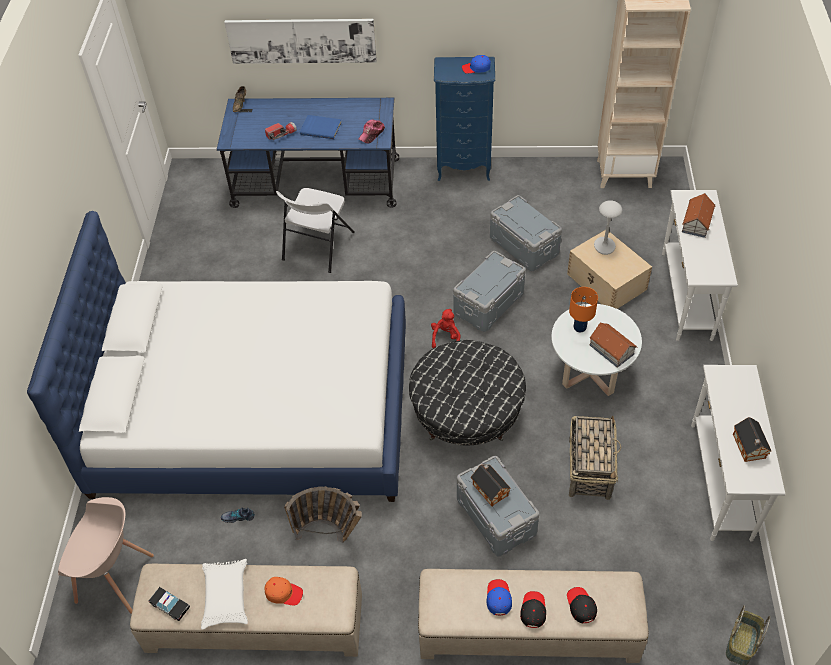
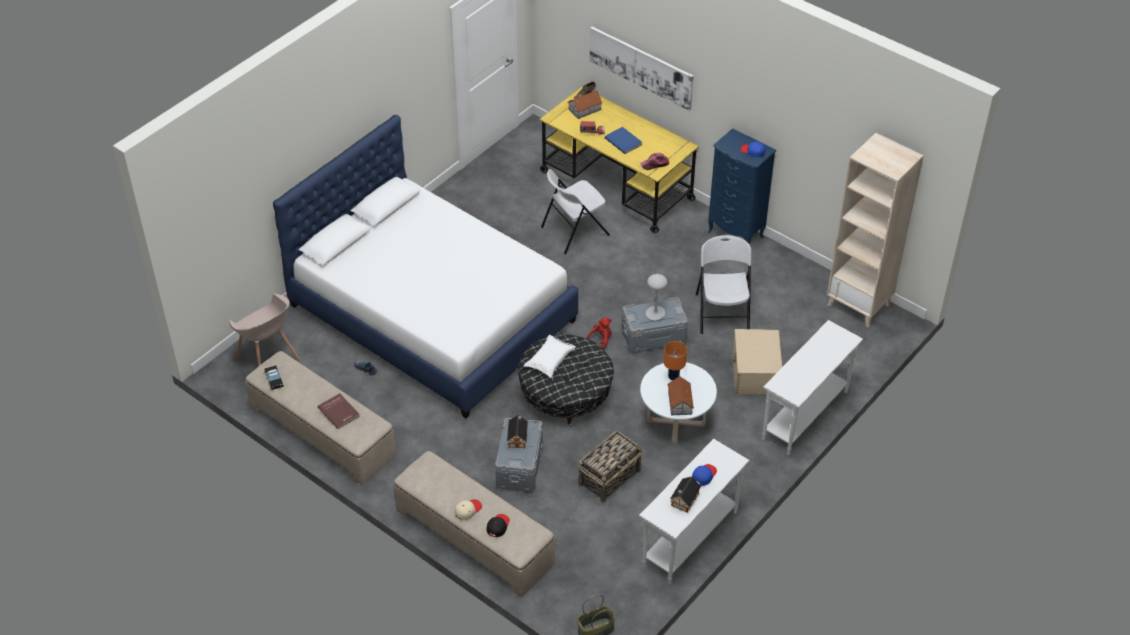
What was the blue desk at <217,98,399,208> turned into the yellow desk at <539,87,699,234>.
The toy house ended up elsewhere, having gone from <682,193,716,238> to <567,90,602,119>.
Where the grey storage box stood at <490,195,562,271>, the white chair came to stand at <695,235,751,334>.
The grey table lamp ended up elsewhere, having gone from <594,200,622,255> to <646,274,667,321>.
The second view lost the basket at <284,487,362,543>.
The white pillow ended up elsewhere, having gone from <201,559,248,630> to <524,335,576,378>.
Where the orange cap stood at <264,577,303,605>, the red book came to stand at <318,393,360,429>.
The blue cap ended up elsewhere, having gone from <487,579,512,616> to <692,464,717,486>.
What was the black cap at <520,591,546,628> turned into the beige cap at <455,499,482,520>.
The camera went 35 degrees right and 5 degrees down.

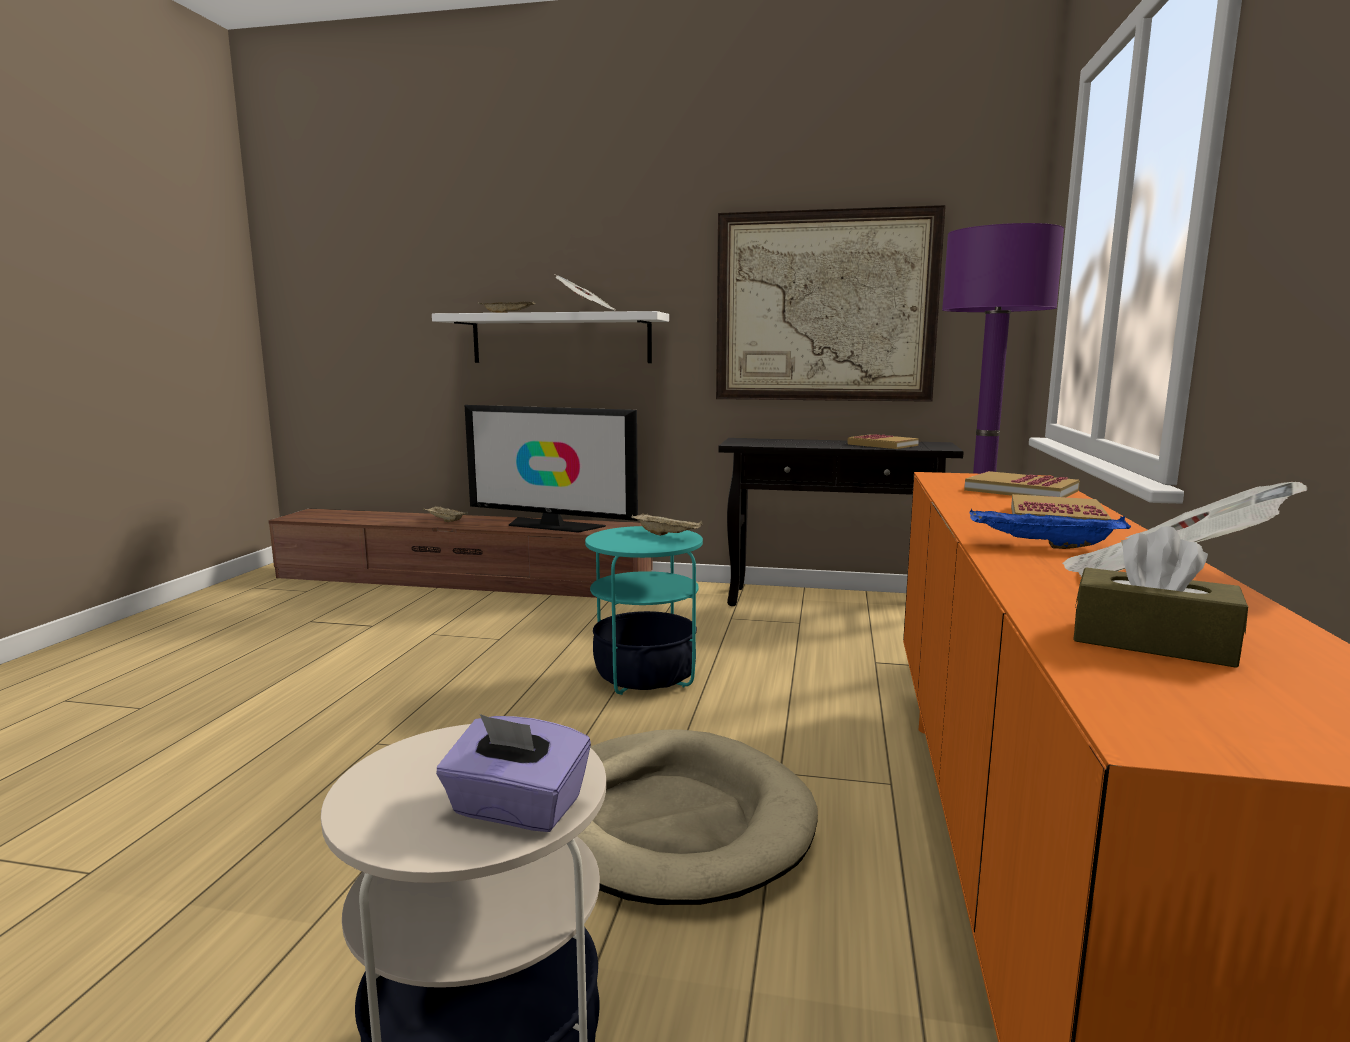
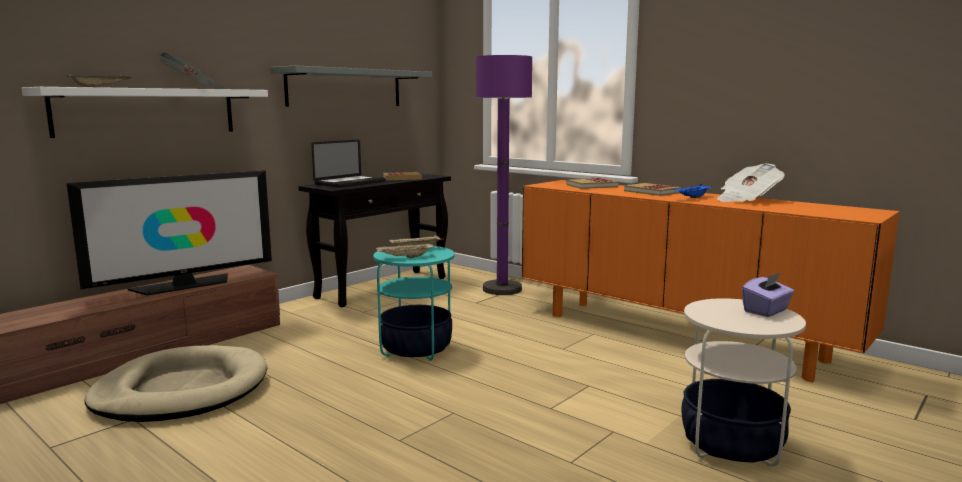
Where the picture hung at <716,205,946,402>, the grey shelf came to hang at <270,65,432,107>.
The beige tray ended up elsewhere, having gone from <423,506,468,522> to <376,242,434,258>.
The second view lost the brown tissue box at <1073,526,1248,668>.
The beige dog bed ended up elsewhere, having gone from <577,729,818,905> to <84,345,267,422>.
The second view gained the laptop at <311,140,386,187>.
The camera went 60 degrees left and 0 degrees up.

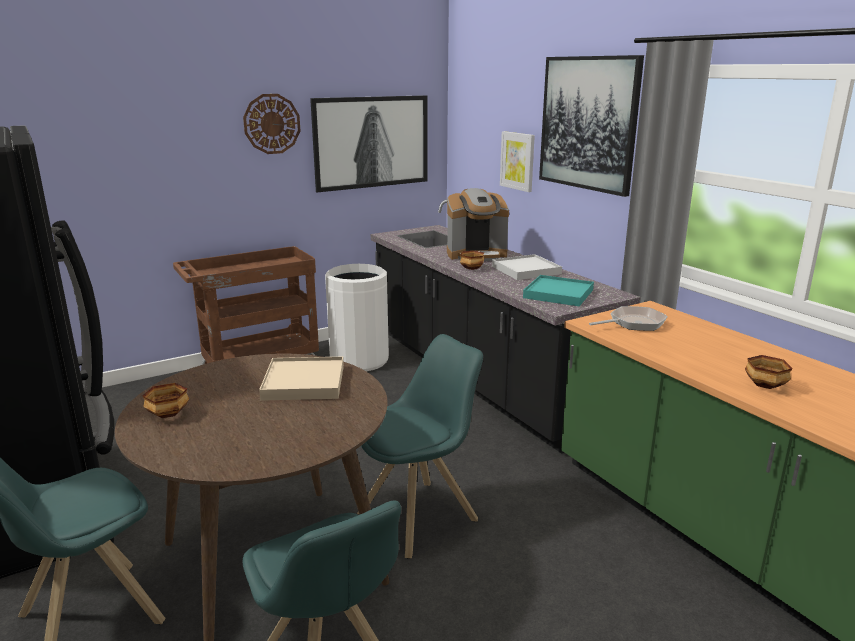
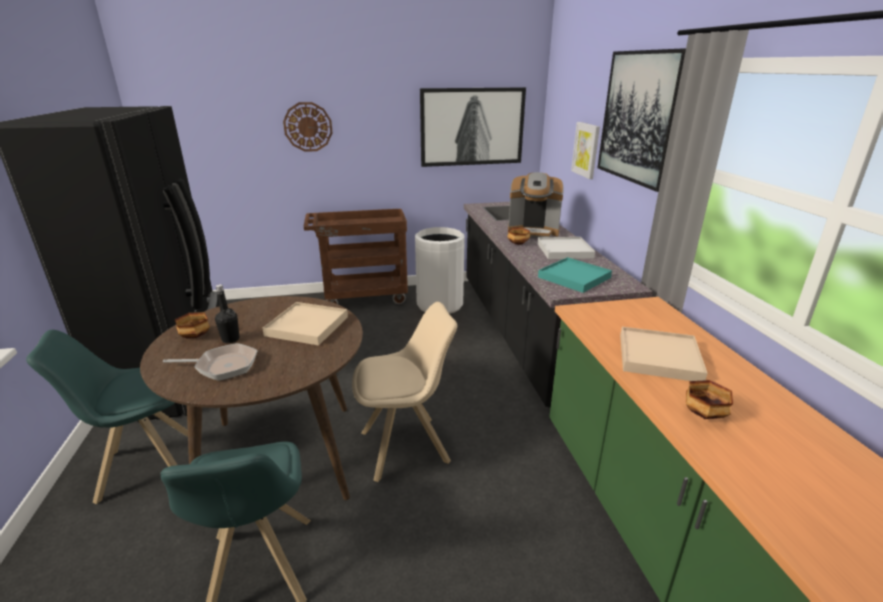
The wall clock ended up elsewhere, having gone from <243,94,300,154> to <283,102,332,152>.
The frying pan ended up elsewhere, having gone from <589,306,668,331> to <163,343,258,381>.
What was the turquoise chair at <357,334,483,559> turned into the beige chair at <352,302,457,482>.
The second view gained the black bottle at <215,284,239,343>.
The second view gained the beige tray at <620,327,707,381>.
The camera went 20 degrees right and 5 degrees up.

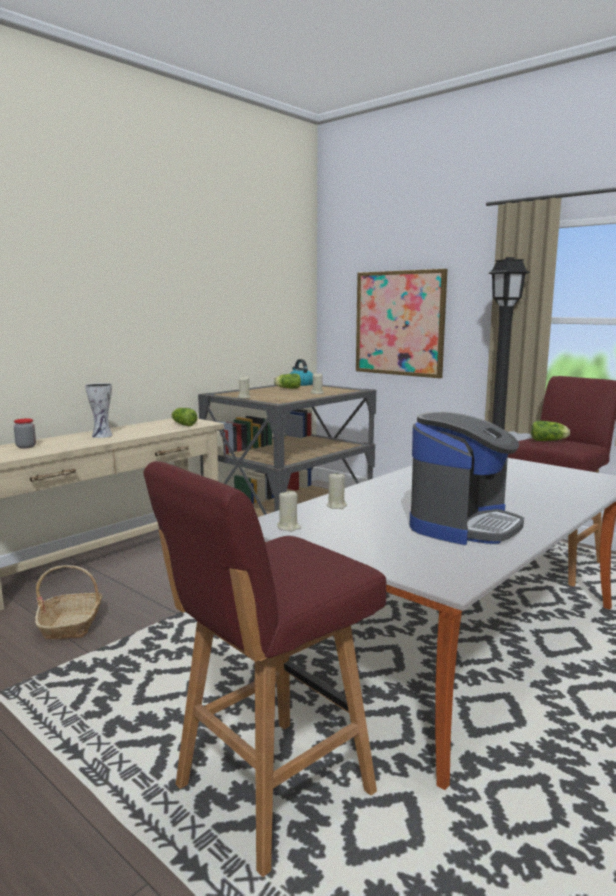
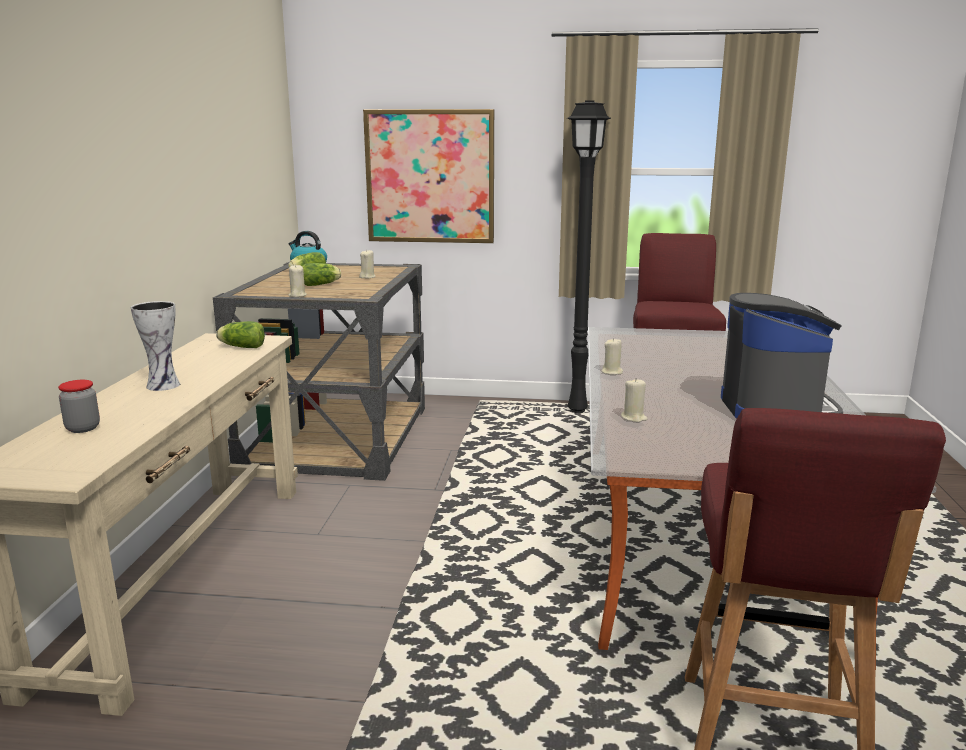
The lettuce ended up elsewhere, having gone from <531,421,570,441> to <302,263,341,286>.
The beige candle ended up elsewhere, having gone from <277,490,301,531> to <601,338,623,375>.
The second view lost the basket at <35,565,103,640>.
The camera went 35 degrees left and 5 degrees up.

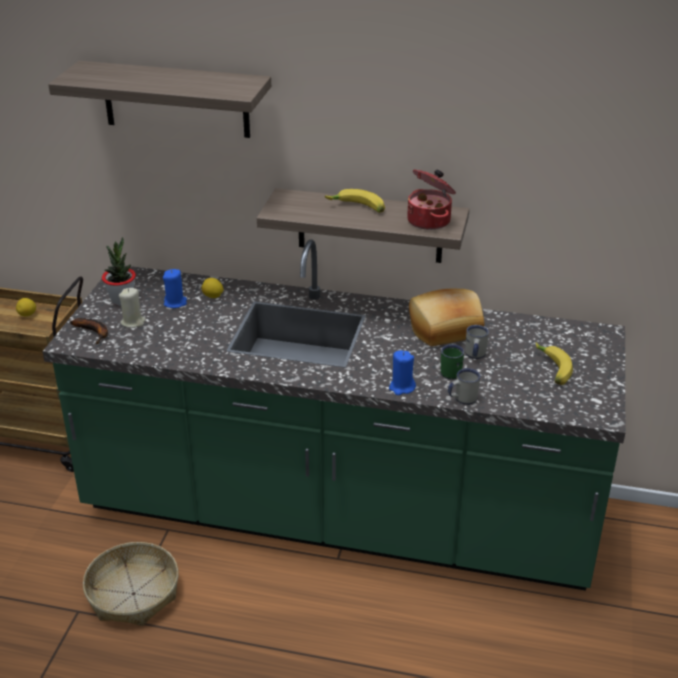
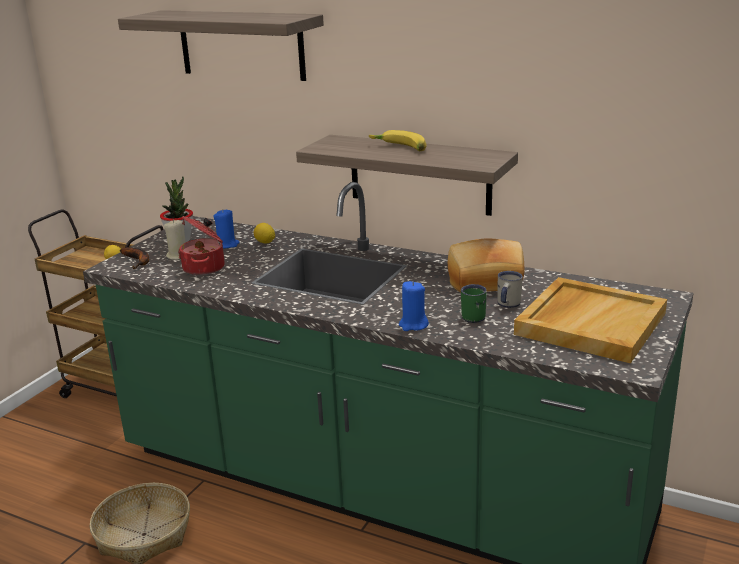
The cooking pot ended up elsewhere, having gone from <407,169,456,230> to <178,216,225,275>.
Where the banana stood at <536,342,573,385>, the beige tray came to stand at <514,277,667,363>.
The second view lost the white mug at <448,368,480,405>.
The camera went 15 degrees right and 10 degrees down.

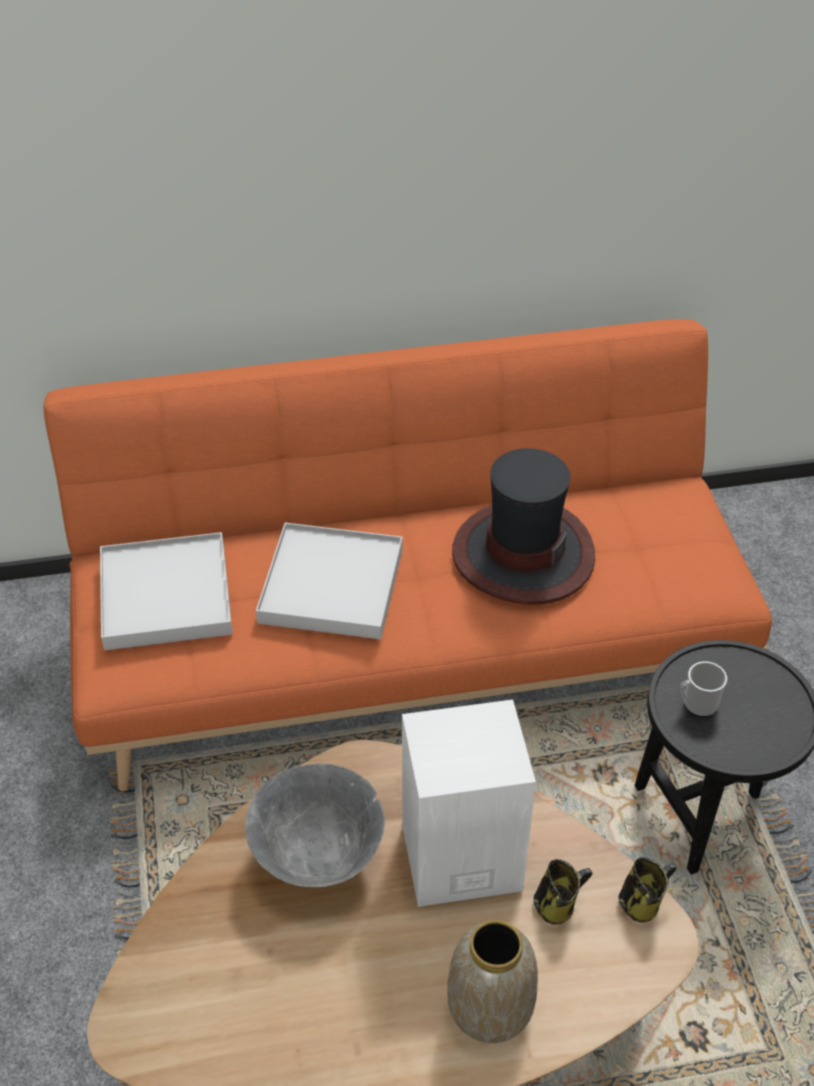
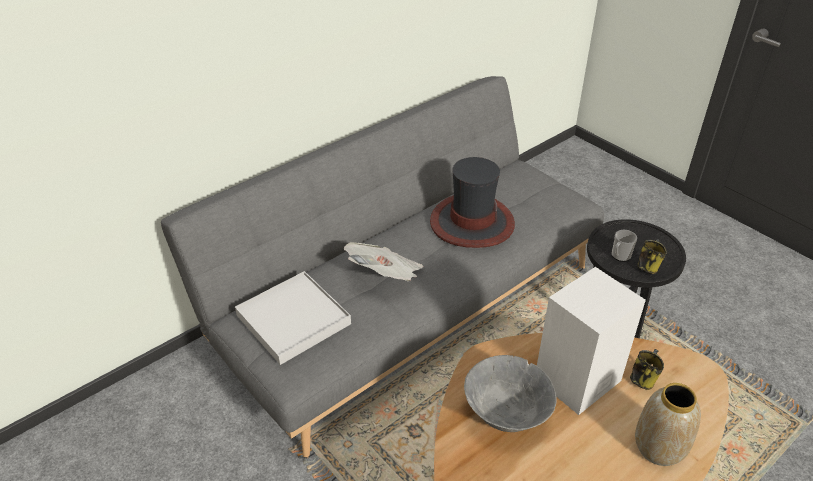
What was the orange sofa at <44,319,772,793> turned into the grey sofa at <161,76,604,458>.
Where the white tray stood at <256,523,403,639>, the newspaper came to stand at <344,242,423,281>.
The mug ended up elsewhere, having gone from <619,857,677,923> to <637,239,667,274>.
The camera went 30 degrees left and 5 degrees down.

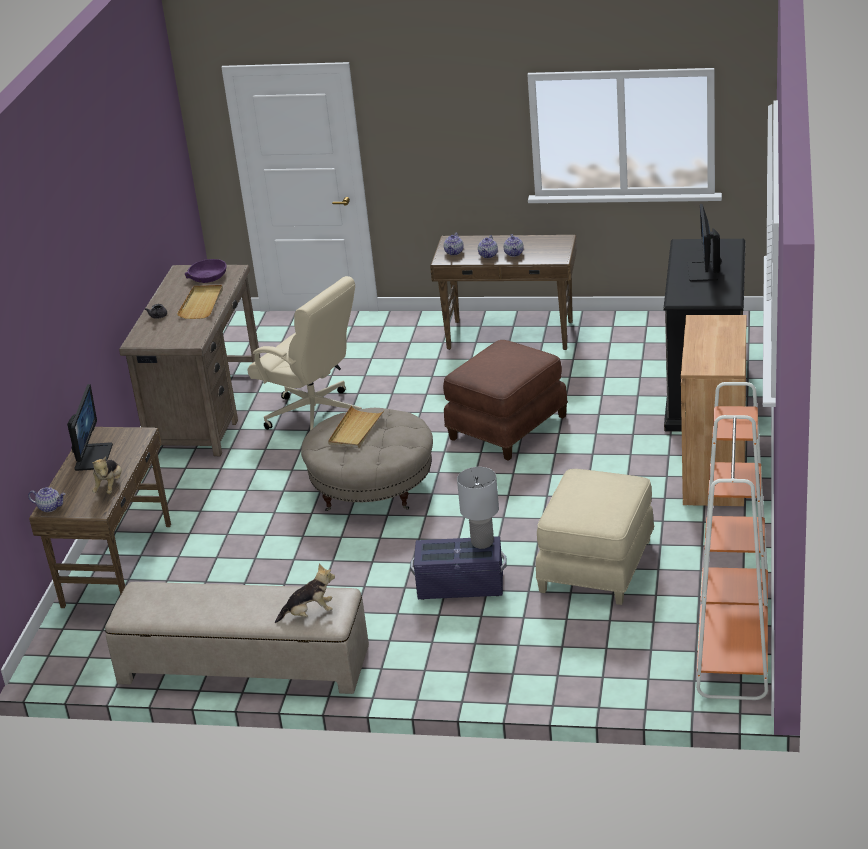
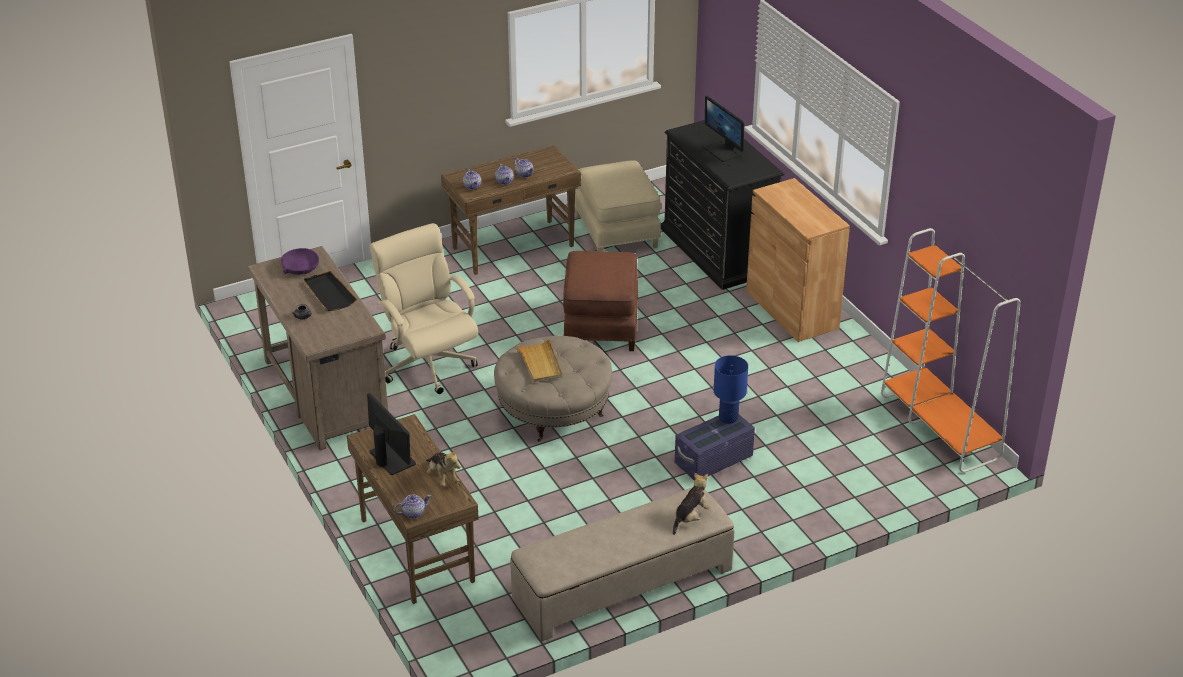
The beige office chair at <248,276,362,431> ended up facing another way, 120 degrees counterclockwise from before.
What was the beige tray at <177,285,223,319> turned into the black tray at <304,271,357,311>.
What was the grey table lamp at <457,467,499,549> turned into the blue table lamp at <714,355,748,424>.
The beige ottoman ended up elsewhere, having gone from <536,469,654,605> to <575,160,661,251>.
The camera went 40 degrees left and 5 degrees up.

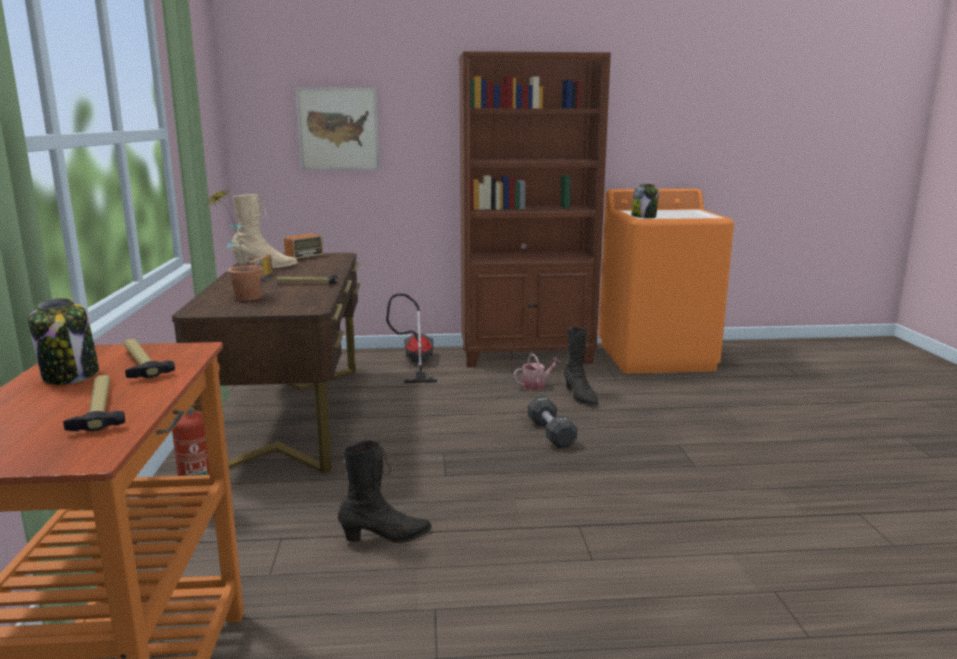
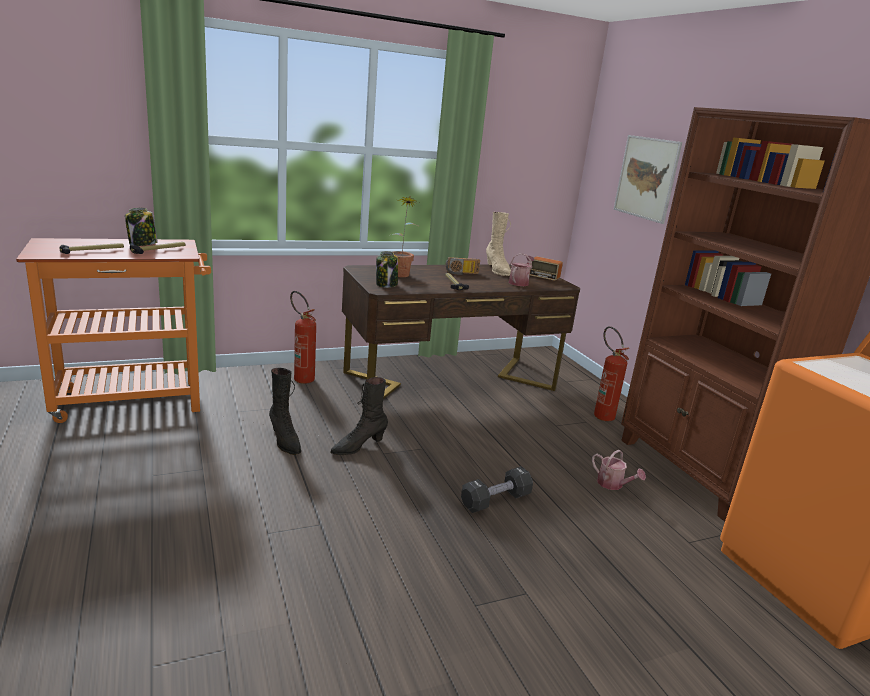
The jar ended up elsewhere, having gone from <631,184,659,219> to <376,251,398,288>.
Where the vacuum cleaner stood at <386,293,437,383>, the fire extinguisher came to stand at <594,326,629,421>.
The black boot ended up elsewhere, having gone from <564,327,598,406> to <330,377,388,455>.
The second view gained the watering can at <509,253,535,286>.
The camera went 70 degrees right and 5 degrees up.

